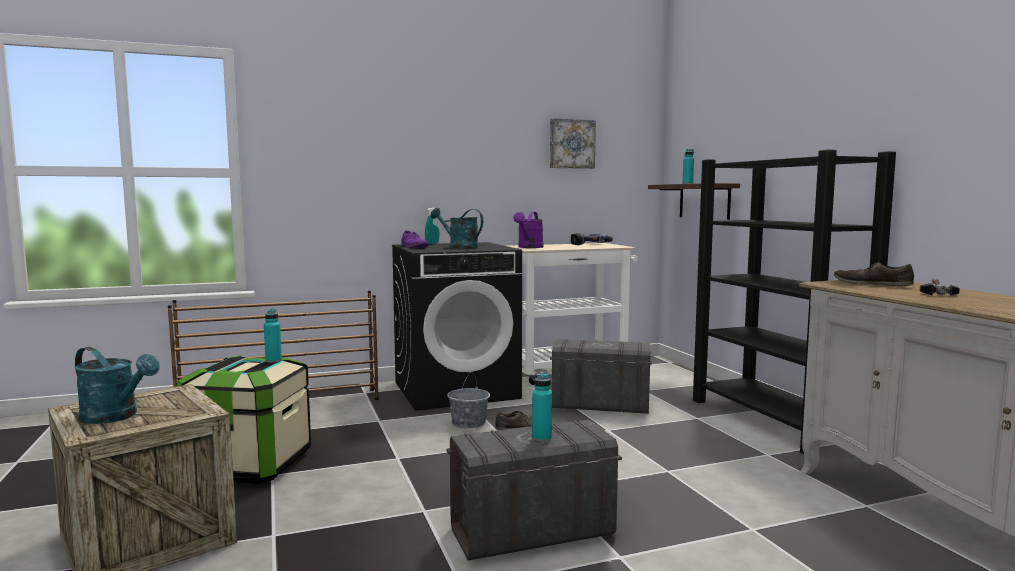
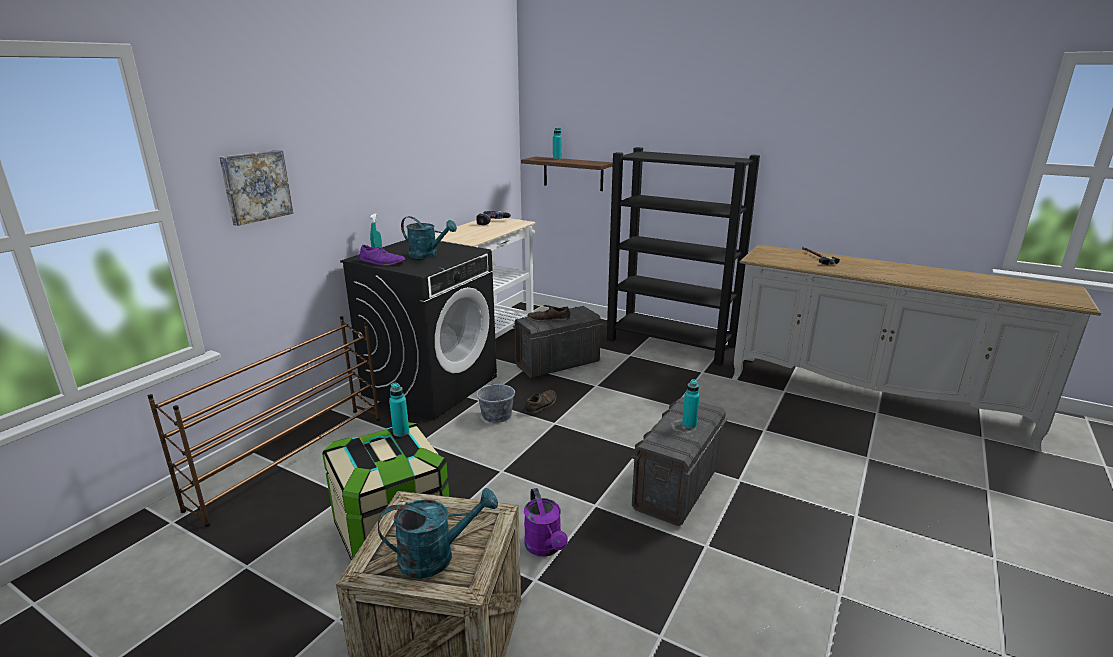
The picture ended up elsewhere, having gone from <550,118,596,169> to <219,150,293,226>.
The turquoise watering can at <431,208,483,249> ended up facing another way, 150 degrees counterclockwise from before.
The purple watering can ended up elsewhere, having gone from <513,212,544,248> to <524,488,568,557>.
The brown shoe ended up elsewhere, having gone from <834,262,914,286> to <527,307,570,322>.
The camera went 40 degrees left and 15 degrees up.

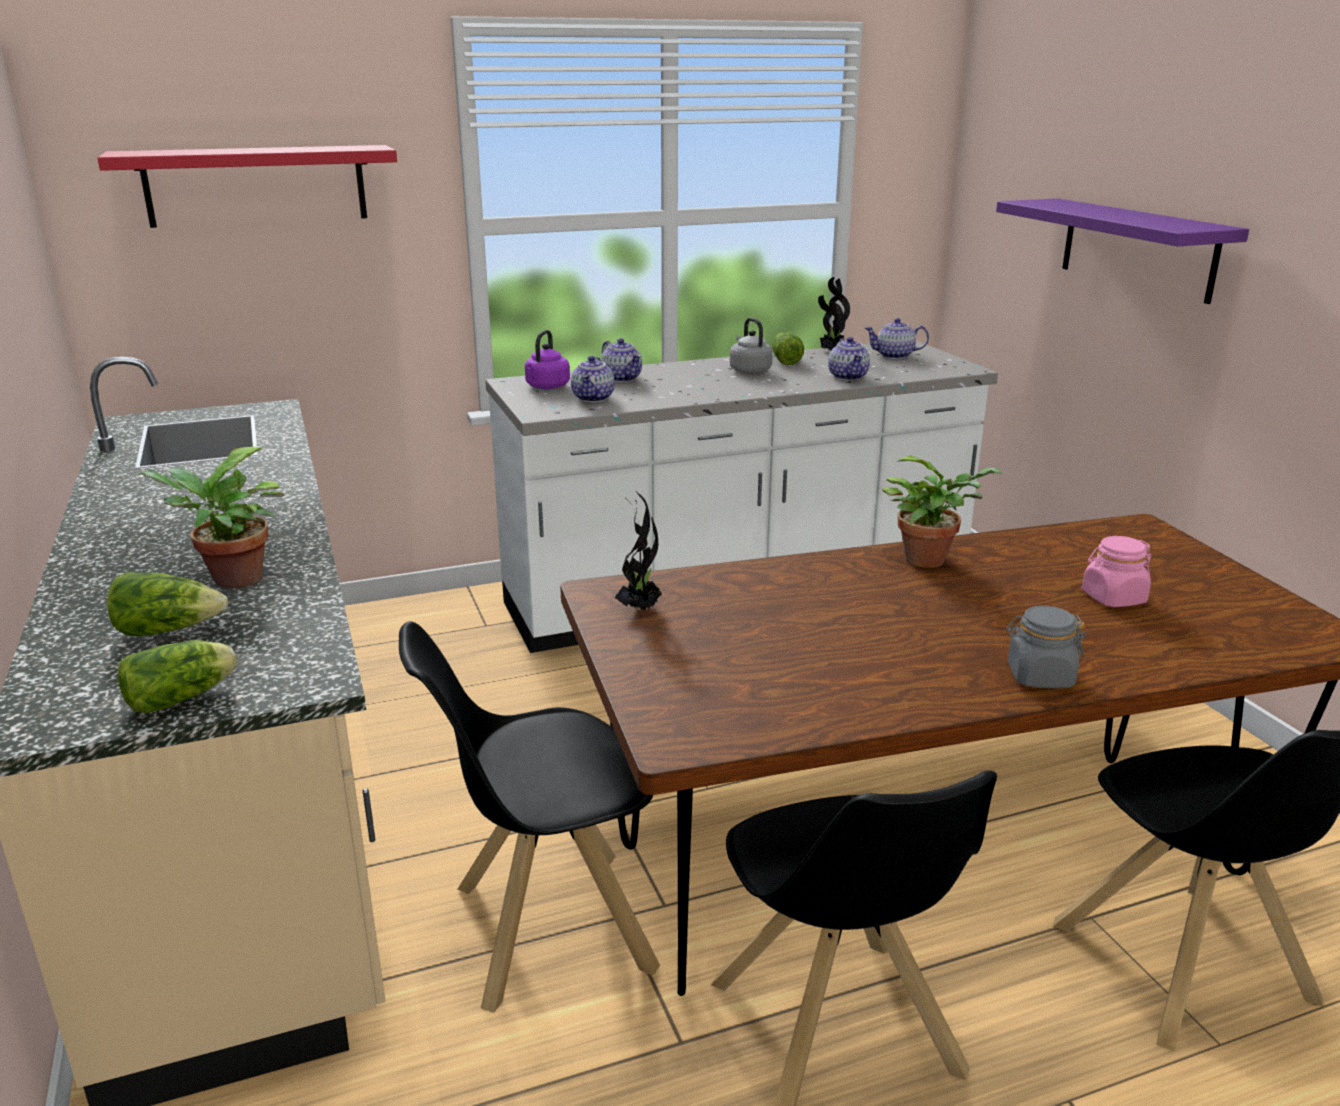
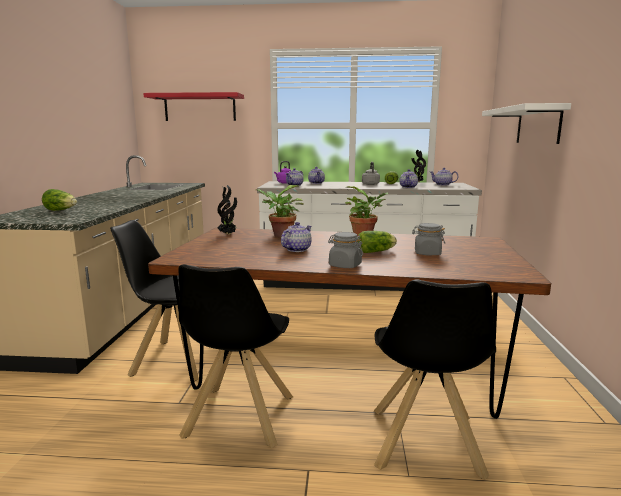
What was the purple shelf at <996,198,1249,304> turned into the white shelf at <482,103,571,144>.
The potted plant ended up elsewhere, having gone from <138,447,284,589> to <256,185,304,237>.
What was the pink jar at <1082,536,1152,607> turned into the grey jar at <412,223,445,256>.
The lettuce ended up elsewhere, having gone from <117,640,237,713> to <358,231,397,253>.
The second view gained the teapot at <281,222,312,252>.
The camera went 25 degrees right and 10 degrees down.

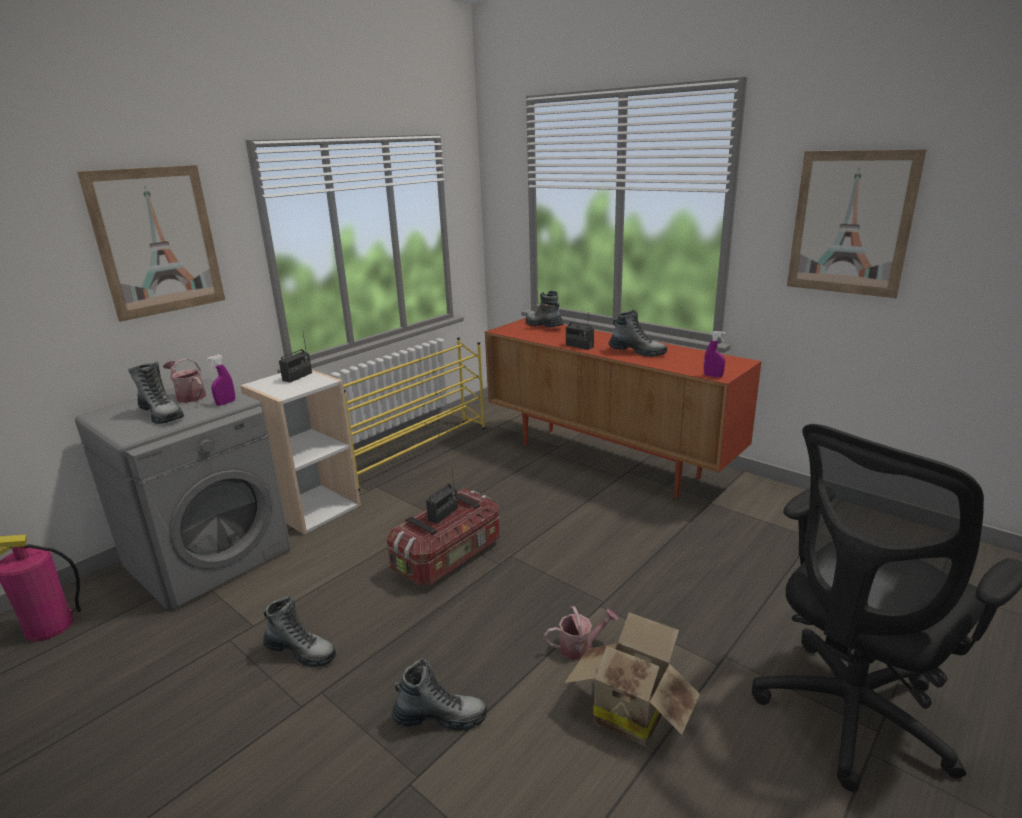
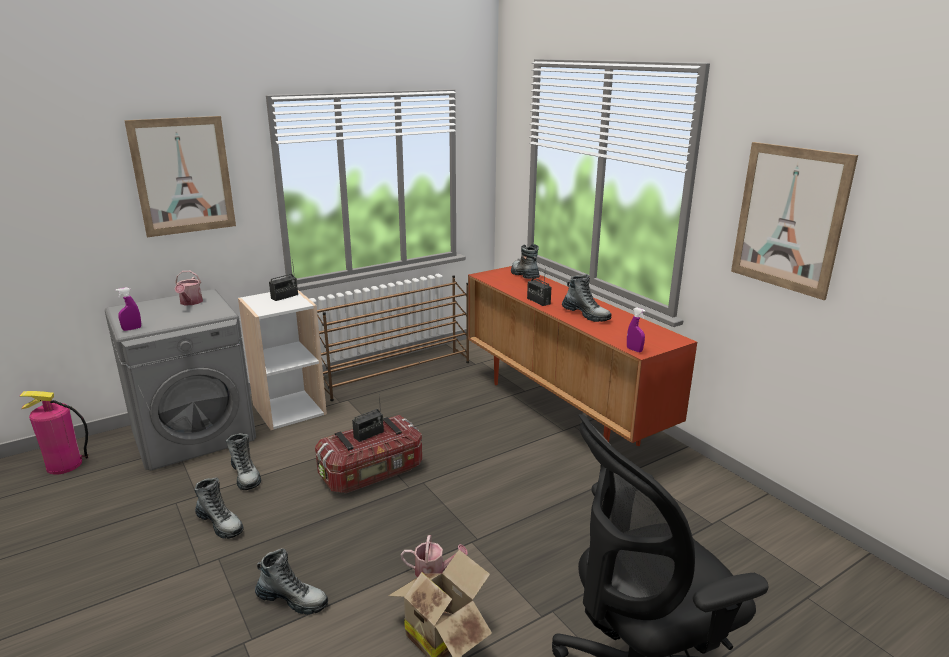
What was the yellow shoe rack at <343,337,485,491> turned into the brown shoe rack at <317,276,469,401>.
The purple spray bottle ended up elsewhere, having gone from <207,354,235,406> to <115,287,141,331>.
The watering can at <163,358,206,403> ended up facing another way, 150 degrees counterclockwise from before.
The boot ended up elsewhere, having gone from <128,362,184,424> to <226,433,261,490>.
The camera went 15 degrees right and 0 degrees up.

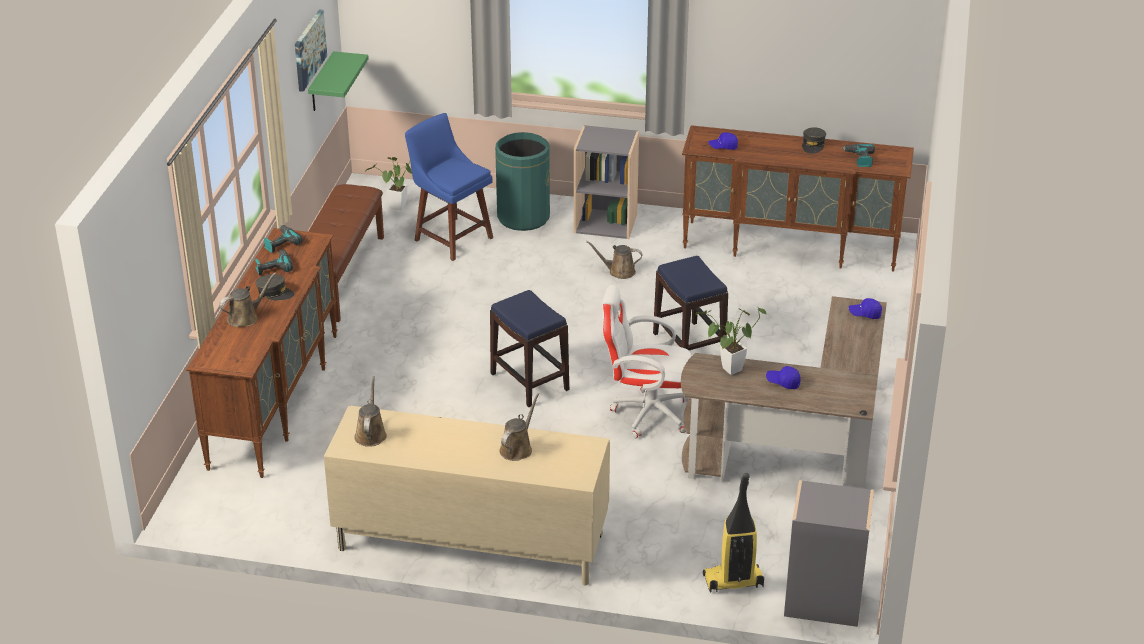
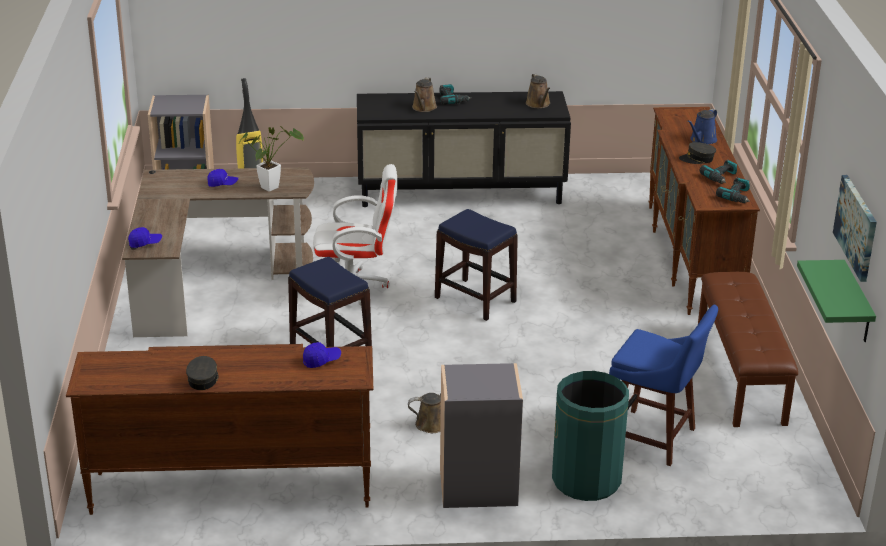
The power drill ended up elsewhere, having gone from <841,144,875,167> to <440,84,471,105>.
The second view lost the potted plant at <365,149,412,210>.
What was the brown watering can at <219,272,277,327> turned into the blue watering can at <687,109,717,144>.
What was the beige cabinet at <324,406,610,585> turned into the black cabinet at <357,91,571,207>.
The camera went 165 degrees right and 5 degrees down.

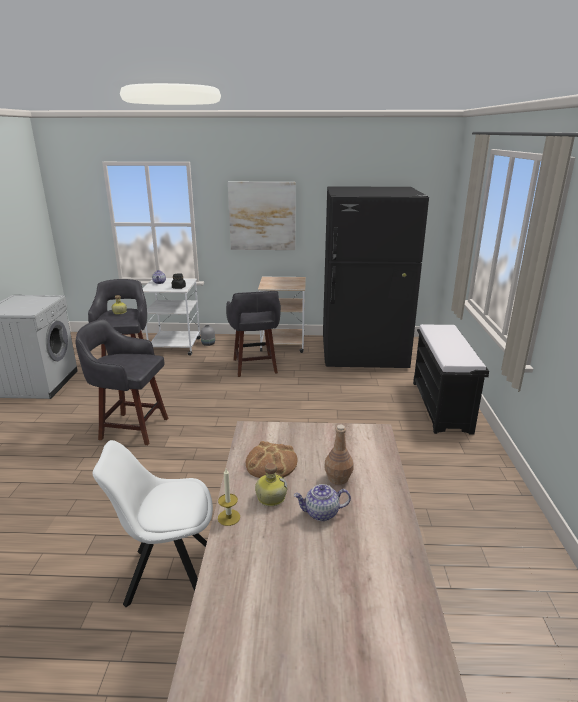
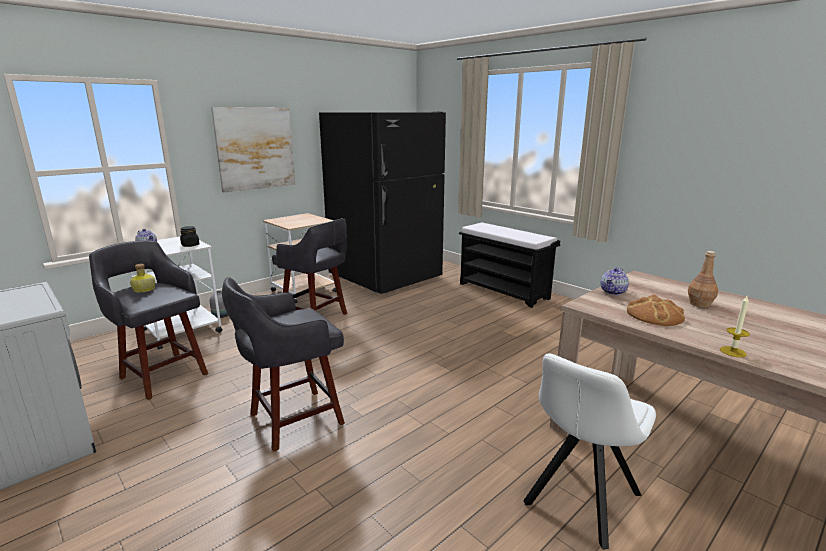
The second view lost the bottle at <255,463,287,506>.
The teapot ended up elsewhere, having gone from <294,484,351,521> to <601,268,629,295>.
The camera went 45 degrees left and 5 degrees down.

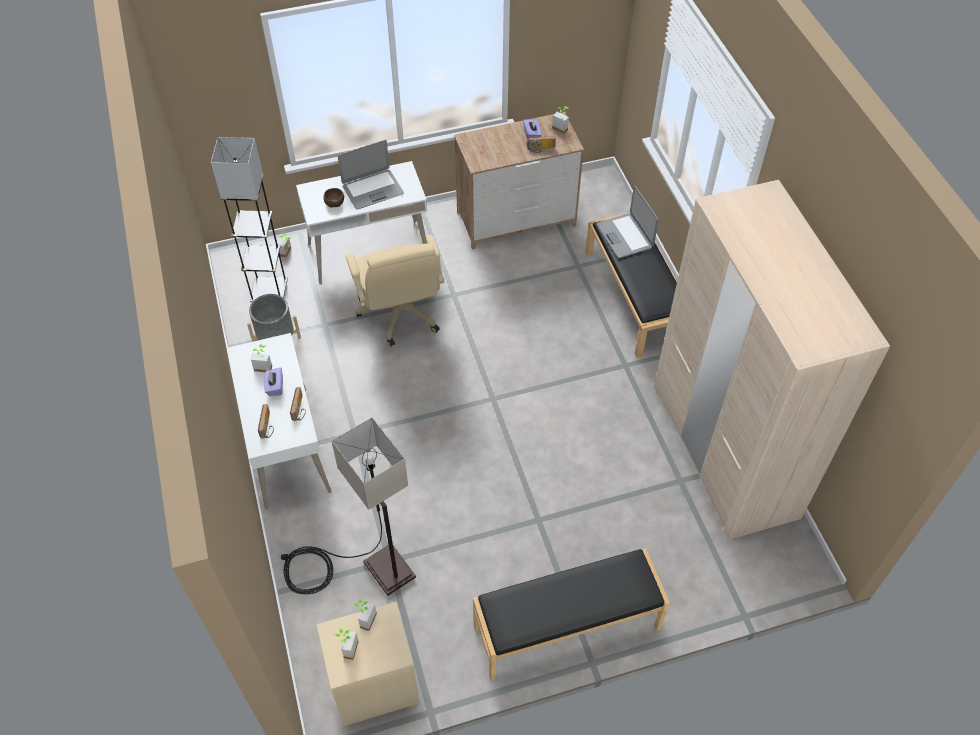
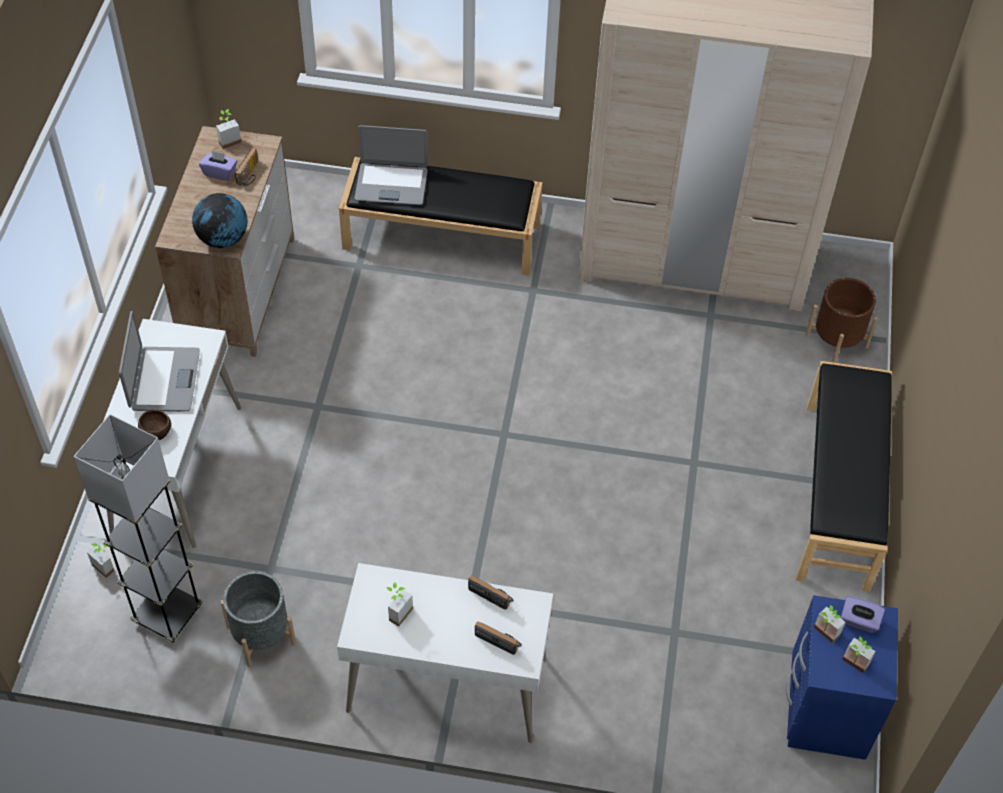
The second view lost the beige office chair at <346,235,444,347>.
The purple tissue box ended up elsewhere, having gone from <264,367,283,396> to <841,596,885,633>.
The second view lost the floor lamp at <281,417,416,596>.
What was the beige nightstand at <317,602,420,726> turned into the blue nightstand at <786,595,898,760>.
The second view gained the globe at <192,193,247,248>.
The second view gained the brown planter at <805,278,878,363>.
The camera went 65 degrees left and 0 degrees up.

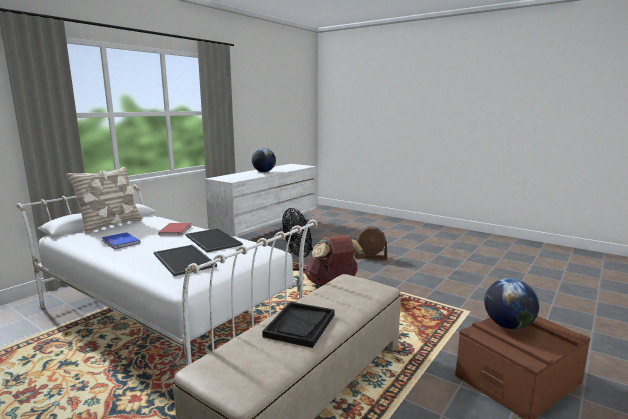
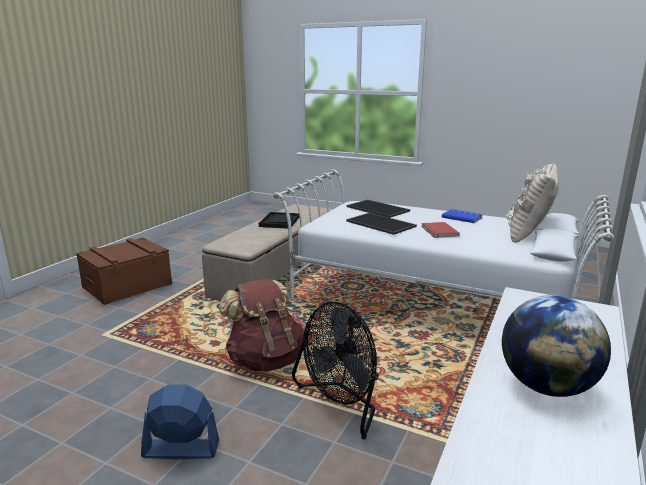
What was the brown fan at <355,227,387,260> turned into the blue fan at <141,384,219,459>.
The second view lost the globe at <484,278,539,329>.
The camera went 170 degrees right and 5 degrees up.

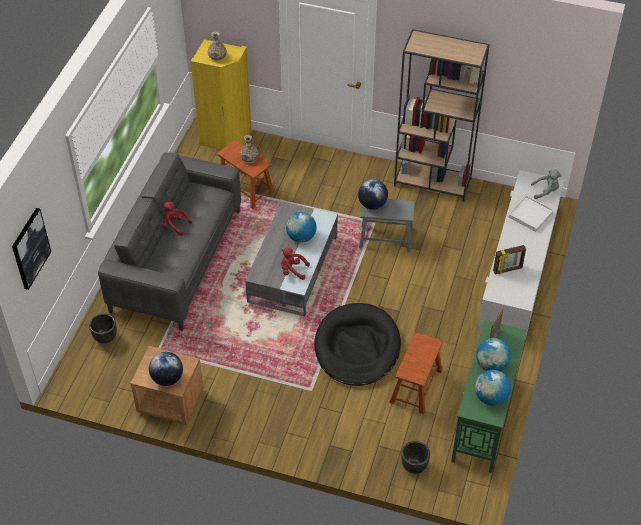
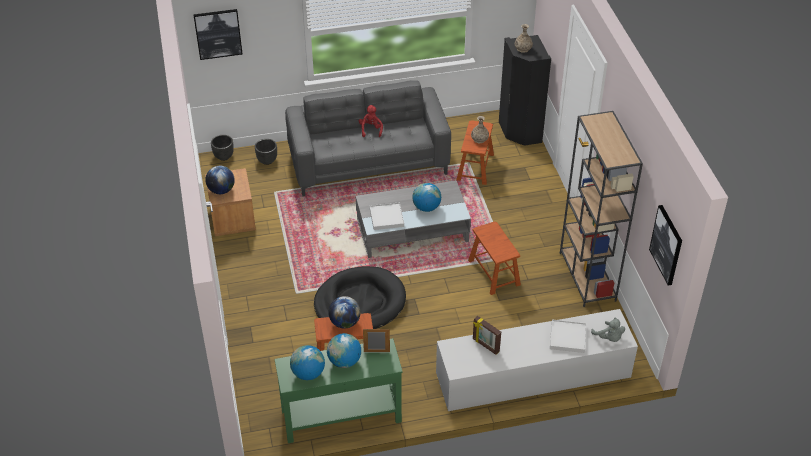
What was the yellow cabinet at <191,39,252,150> turned into the black cabinet at <499,35,551,146>.
The globe ended up elsewhere, having gone from <358,179,388,209> to <328,296,361,328>.
What was the grey stool at <359,199,415,253> turned into the brown stool at <468,222,521,295>.
Where the red plush toy stood at <281,247,310,280>, the white tray came to stand at <370,202,404,230>.
The black planter ended up elsewhere, having gone from <401,441,430,474> to <211,135,234,161>.
The second view gained the picture at <649,205,682,285>.
The camera went 60 degrees right and 5 degrees down.

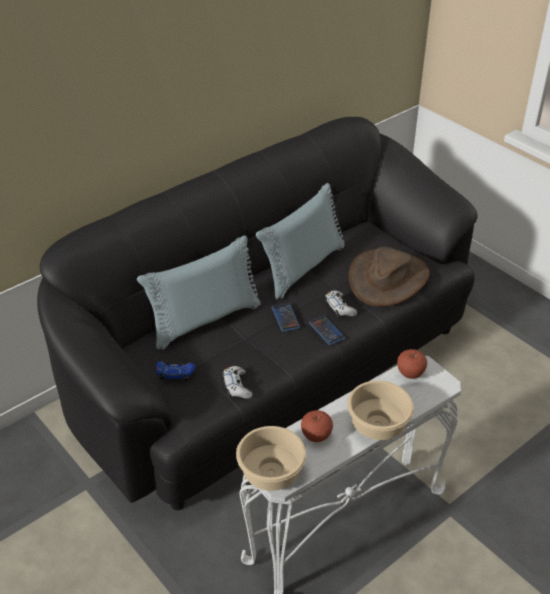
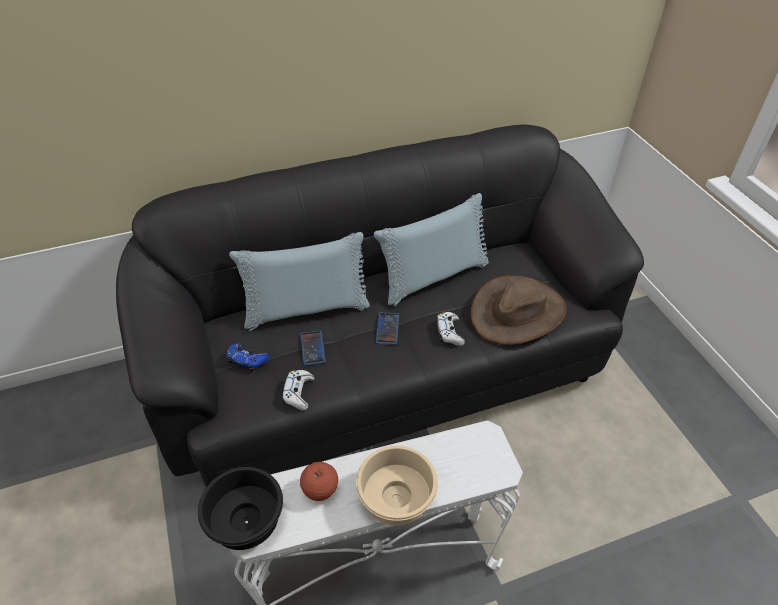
The phone ended up elsewhere, having gone from <309,316,345,345> to <300,330,326,366>.
The second view lost the apple at <397,349,427,379>.
What was the beige bowl at <236,426,306,491> turned into the black bowl at <198,467,283,550>.
The camera went 20 degrees right and 5 degrees up.

